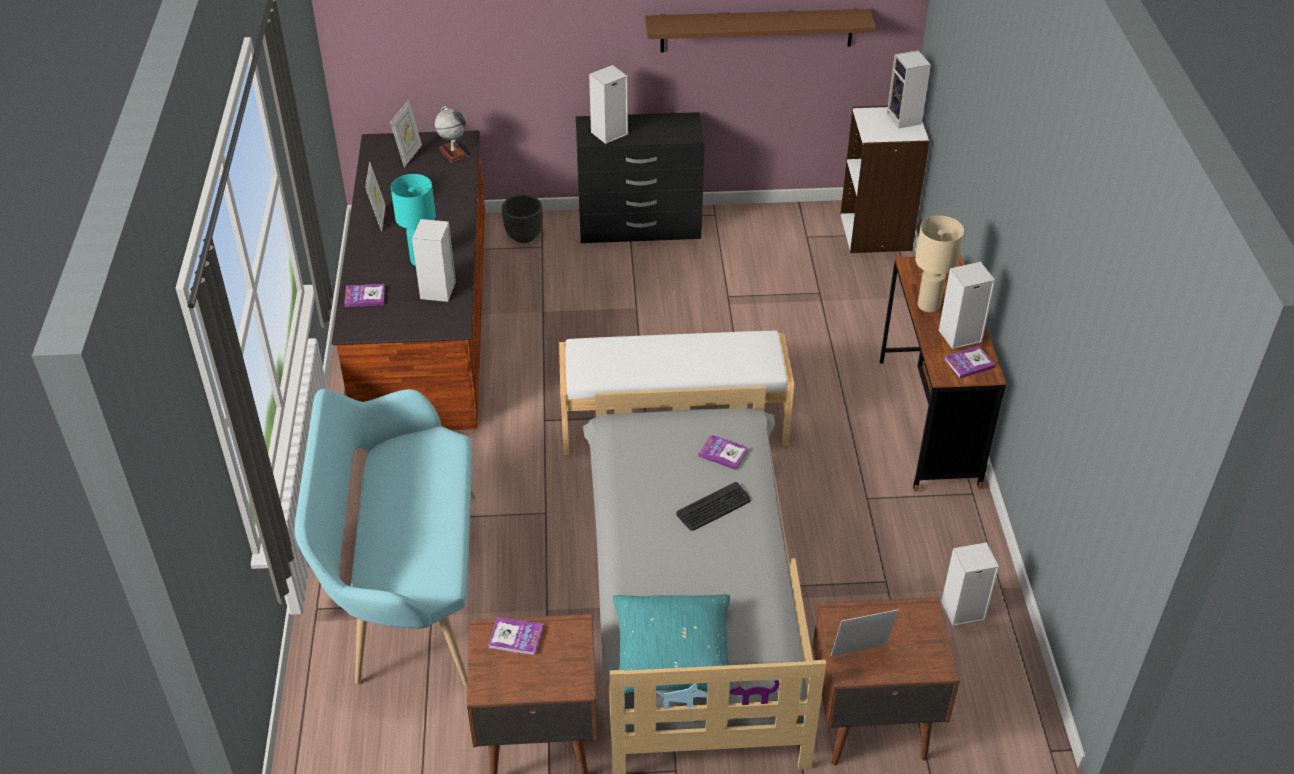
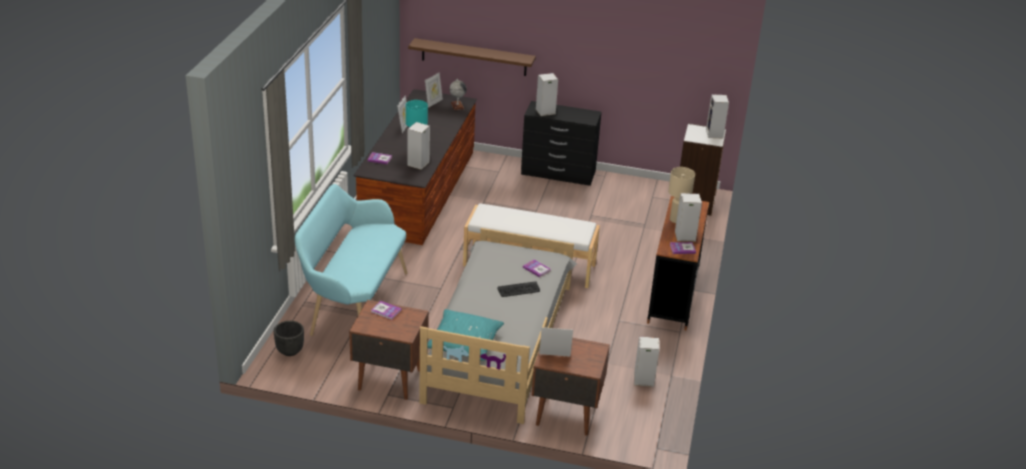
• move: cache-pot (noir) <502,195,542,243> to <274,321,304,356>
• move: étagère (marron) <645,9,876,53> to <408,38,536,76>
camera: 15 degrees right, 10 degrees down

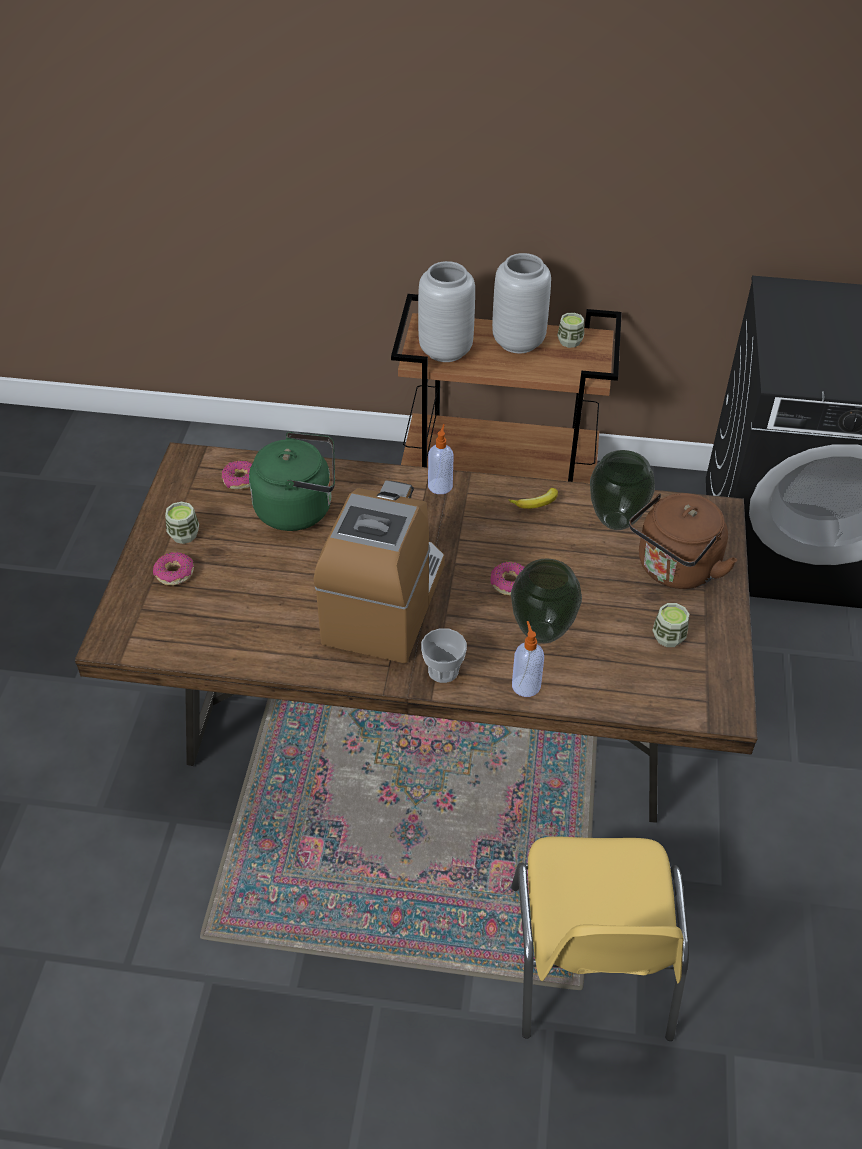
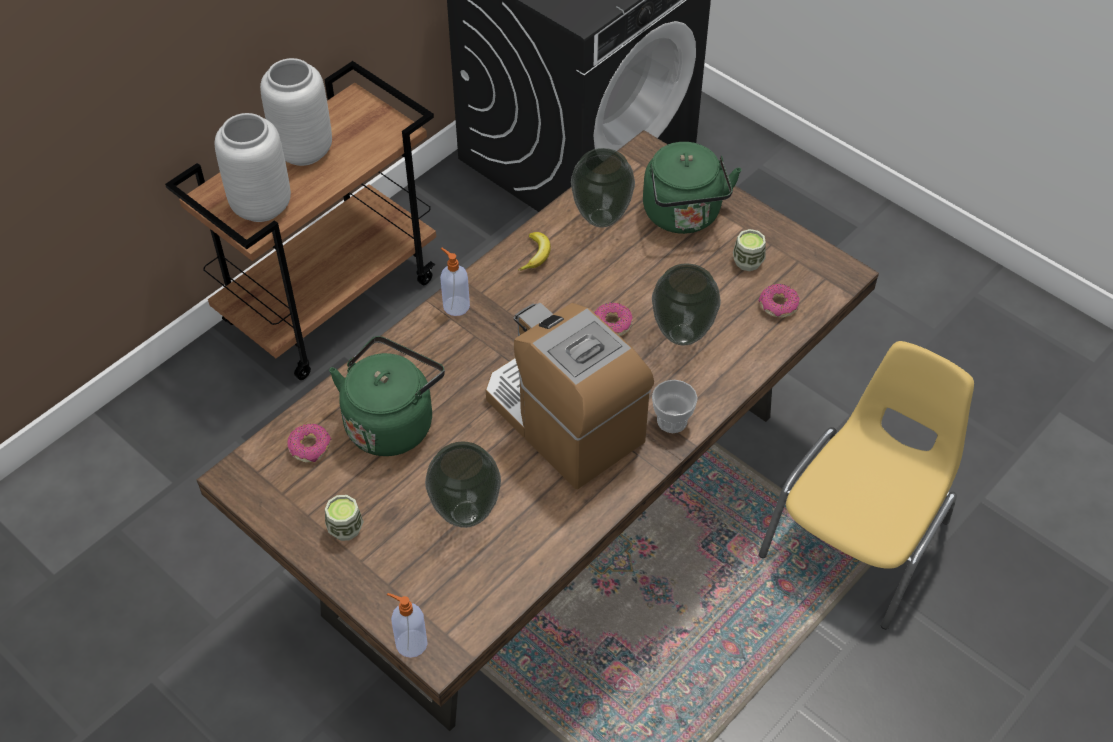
• move: beignet <153,552,194,586> to <759,284,799,318>
• rotate: chaise (jaune) <511,837,689,1041> = <759,341,974,629> 90 degrees counterclockwise
• move: distributeur de savon <512,621,544,697> to <387,593,428,658>
• delete: tasse <557,313,584,348>
• recolor: bouilloire (marron) <629,493,737,589> to bouilloire (vert) <643,142,741,234>
• insert: vase <425,441,501,528>
camera: 55 degrees left, 5 degrees up

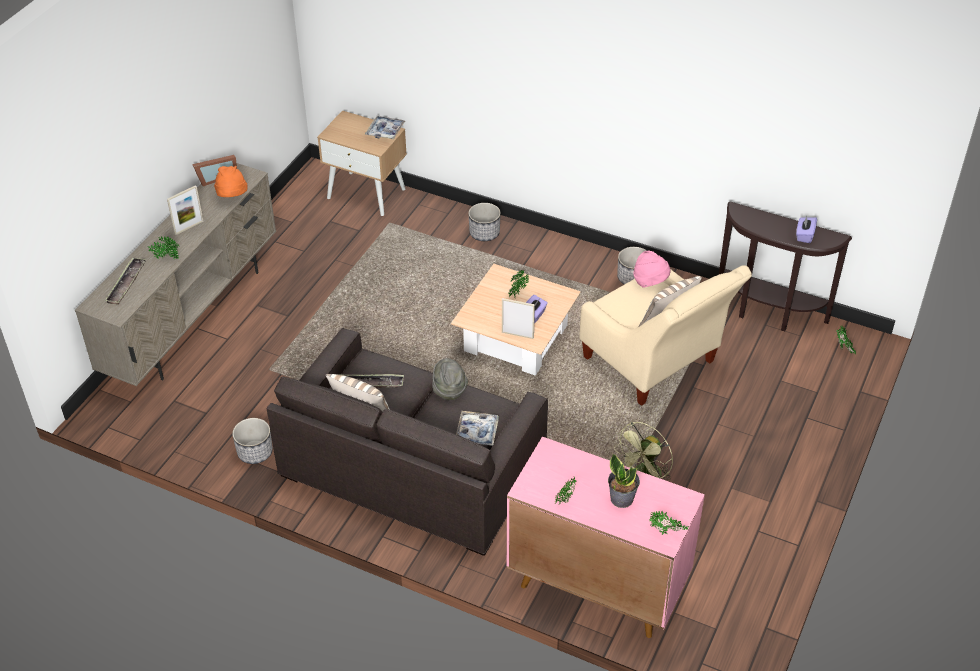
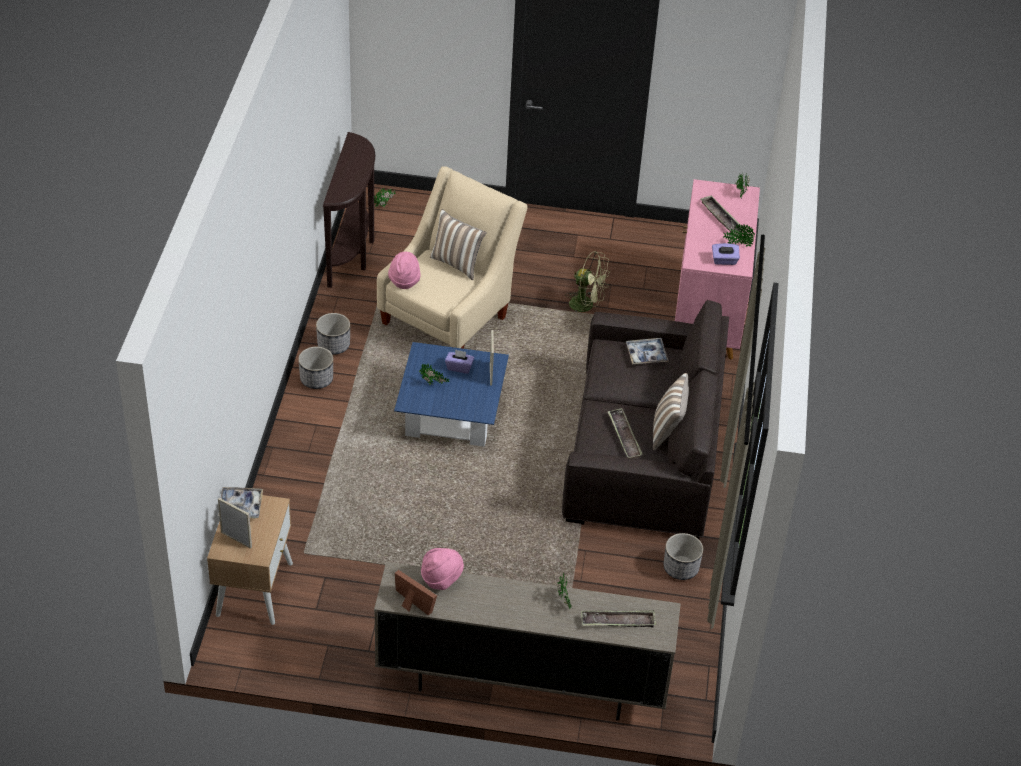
• move: cadre photo <167,185,204,235> to <218,498,252,549>
• recolor: chapeau (orange) <214,166,247,197> to chapeau (rose) <421,548,464,590>
• delete: chapeau (gris) <432,358,468,400>
• recolor: table basse (beige) <451,264,581,376> to table basse (bleu) <394,342,509,447>
• move: cache-pot <468,203,501,241> to <298,346,333,389>
• replace: plante en pot <608,454,640,508> to plateau <700,195,742,233>
• move: boîte à mouchoirs (violet) <796,215,817,243> to <712,243,740,265>
camera: 110 degrees left, 0 degrees up

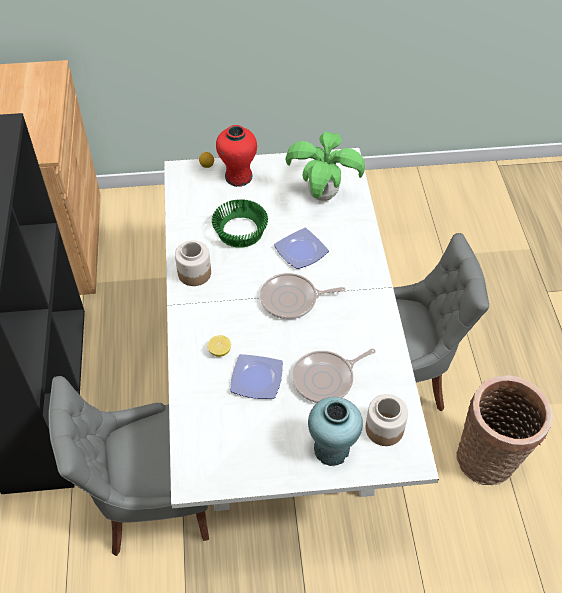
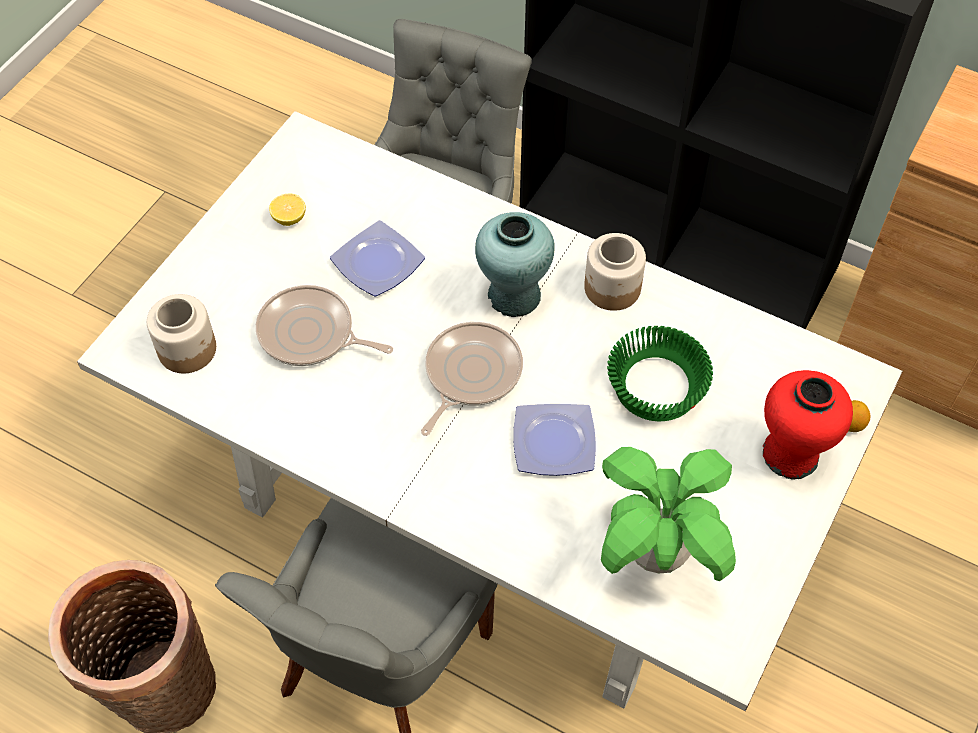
• move: citron <207,335,231,357> to <269,193,306,226>
• rotate: poêle <292,349,376,403> = <256,285,393,366> 75 degrees counterclockwise
• move: vase (turquoise) <308,397,363,466> to <475,212,555,317>
camera: 125 degrees right, 5 degrees up

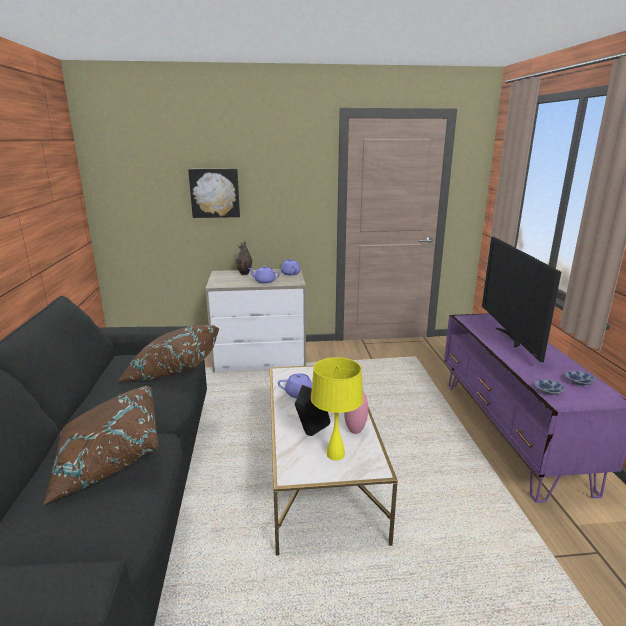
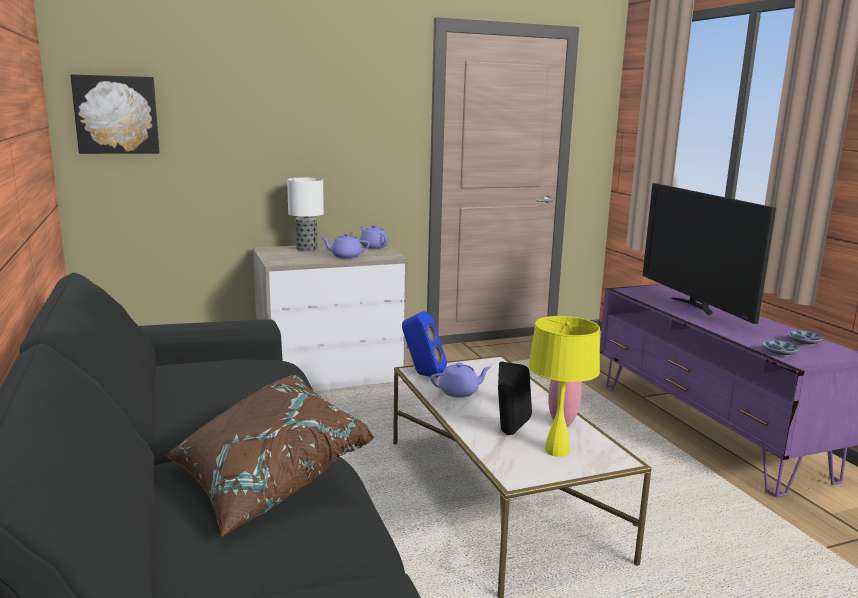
• delete: coussin (marron) <118,325,219,381>
• move: tableau <188,169,240,218> to <70,74,160,154>
• replace: vase <236,240,252,275> to lampe de table <287,178,324,252>
• insert: enceinte (bleu) <402,311,447,378>
camera: 15 degrees left, 5 degrees down

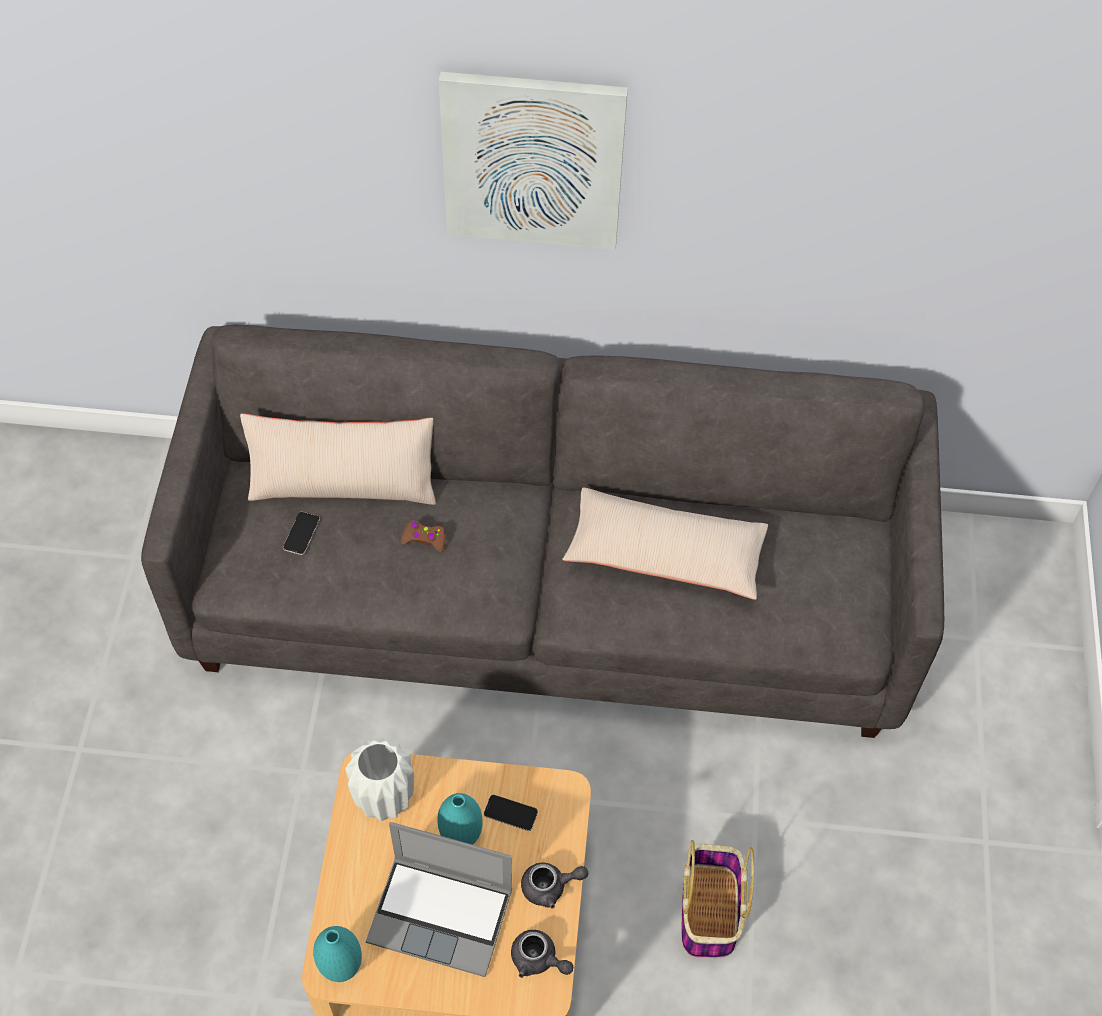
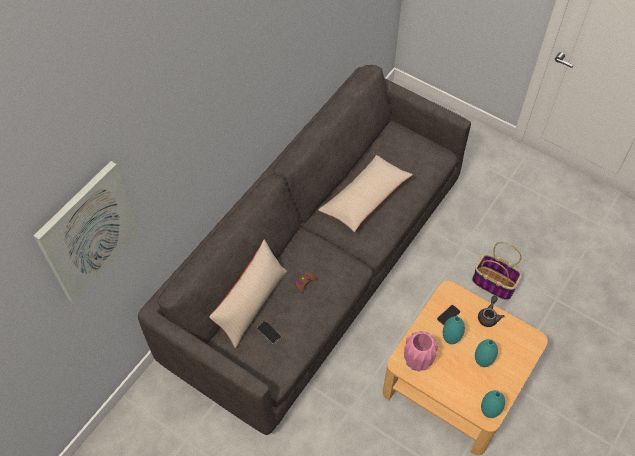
• recolor: vase (blanc) <345,738,414,821> to vase (rose) <404,331,438,372>
• replace: ordinateur portable <366,822,512,977> to vase (turquoise) <475,339,498,367>
• move: tableau <439,71,628,250> to <33,161,140,303>
• delete: théière (gris) <511,930,573,978>
camera: 60 degrees left, 0 degrees up

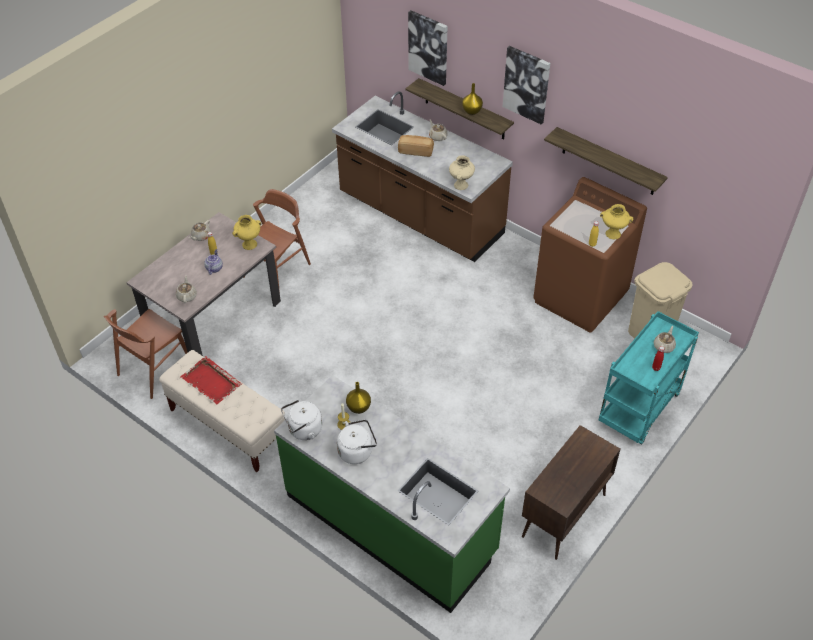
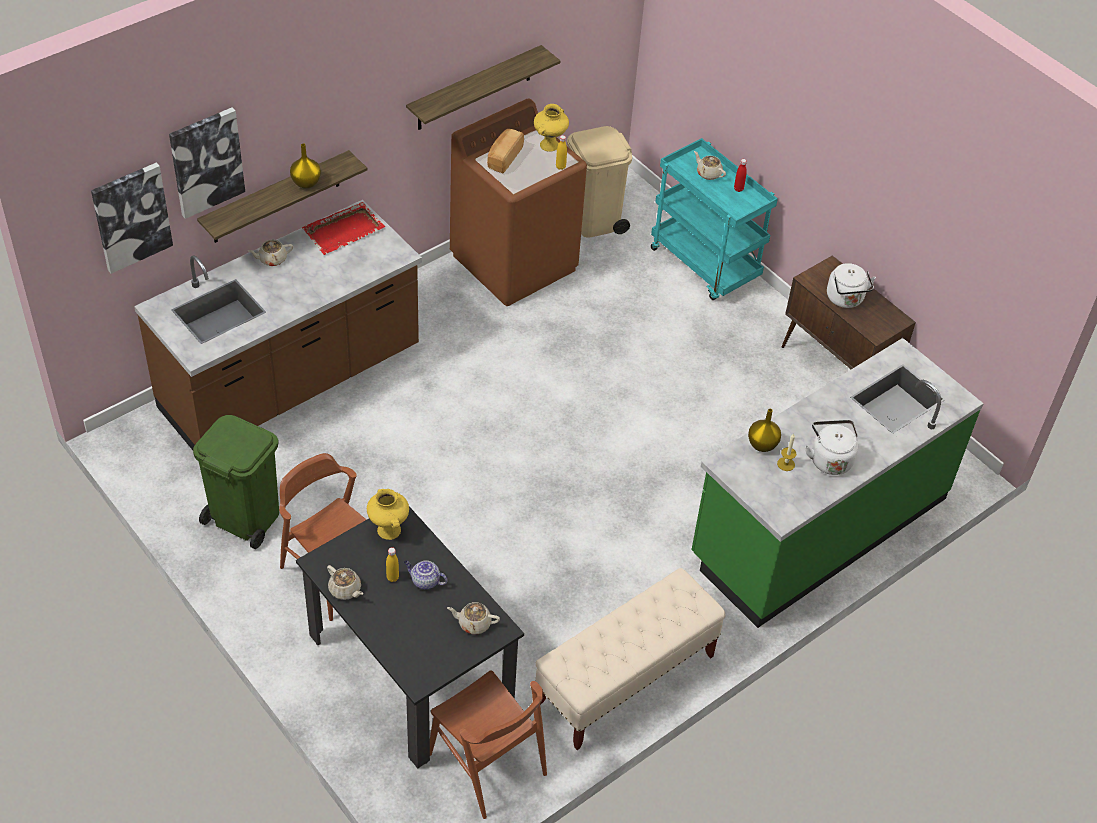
• recolor: table à manger (beige) <127,212,281,356> to table à manger (noir) <296,506,524,769>
• move: plateau (rouge) <180,356,242,404> to <302,202,385,255>
• move: bouilloire (blanc) <281,400,322,440> to <827,263,876,308>
• move: pain <398,135,434,157> to <487,129,524,173>
• delete: vase (beige) <449,155,475,190>
• move: tableau <503,46,550,124> to <91,163,173,274>
• insert: poubelle (vert) <193,415,279,549>
camera: 80 degrees left, 0 degrees up

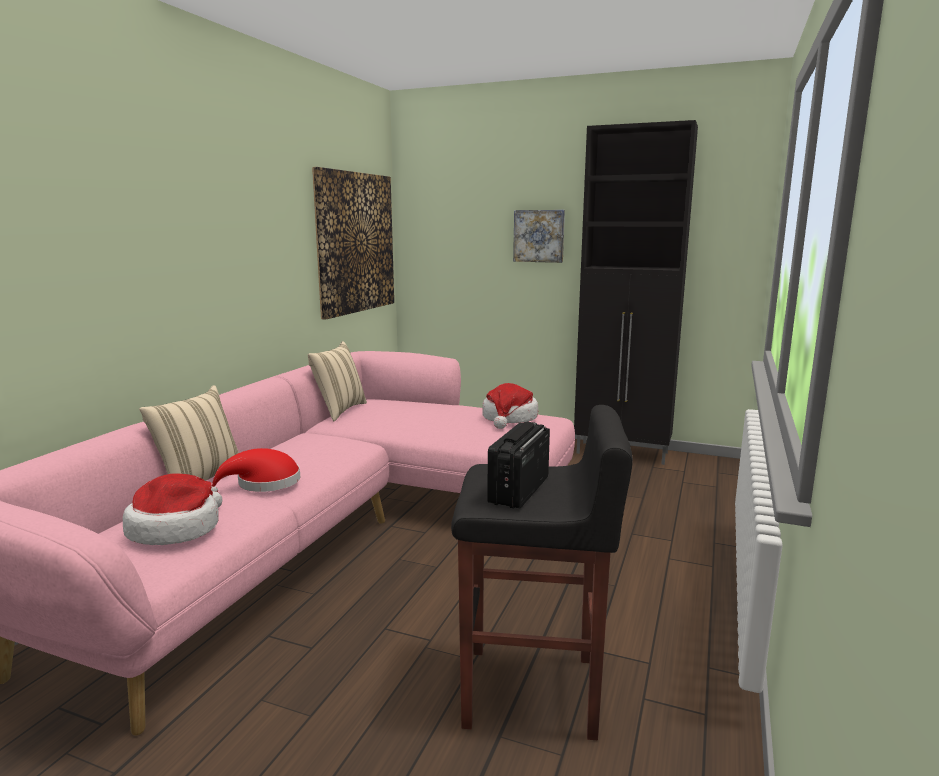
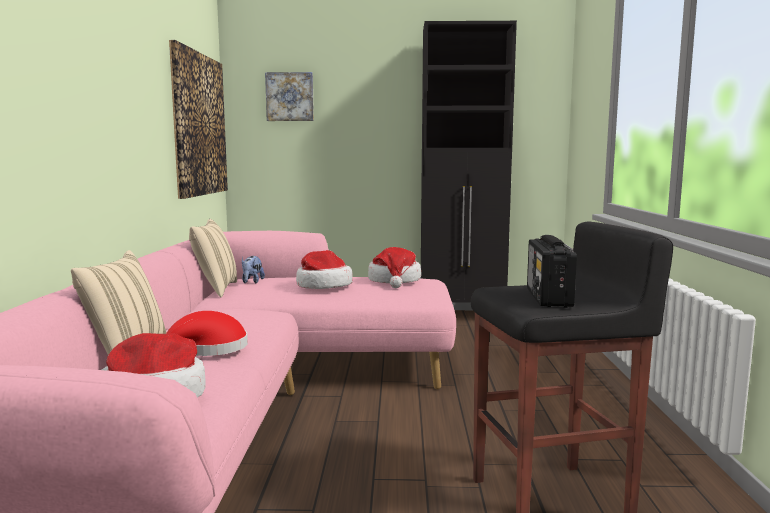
• move: tableau <513,210,565,263> to <265,72,314,121>
• insert: peluche <242,256,265,283>
• insert: chapeau <296,250,353,289>
camera: 20 degrees left, 5 degrees down

